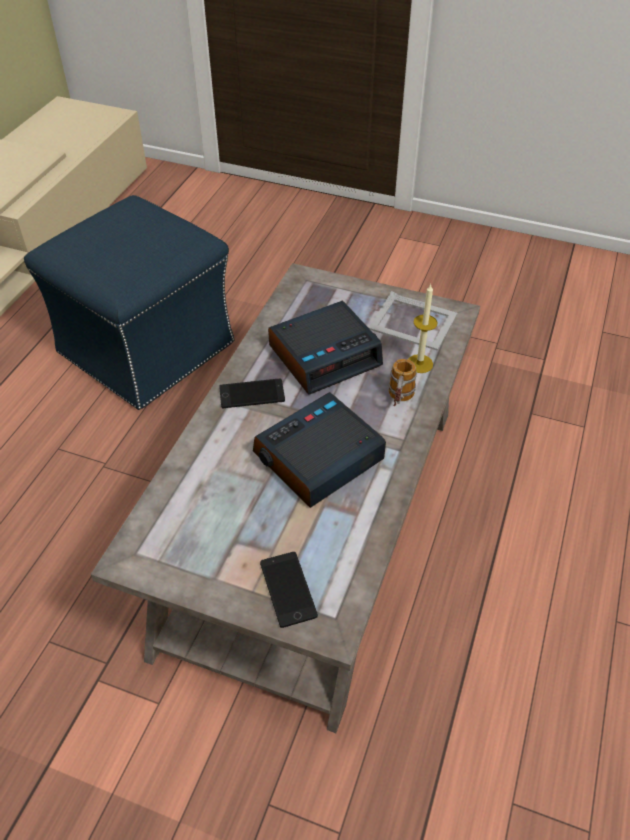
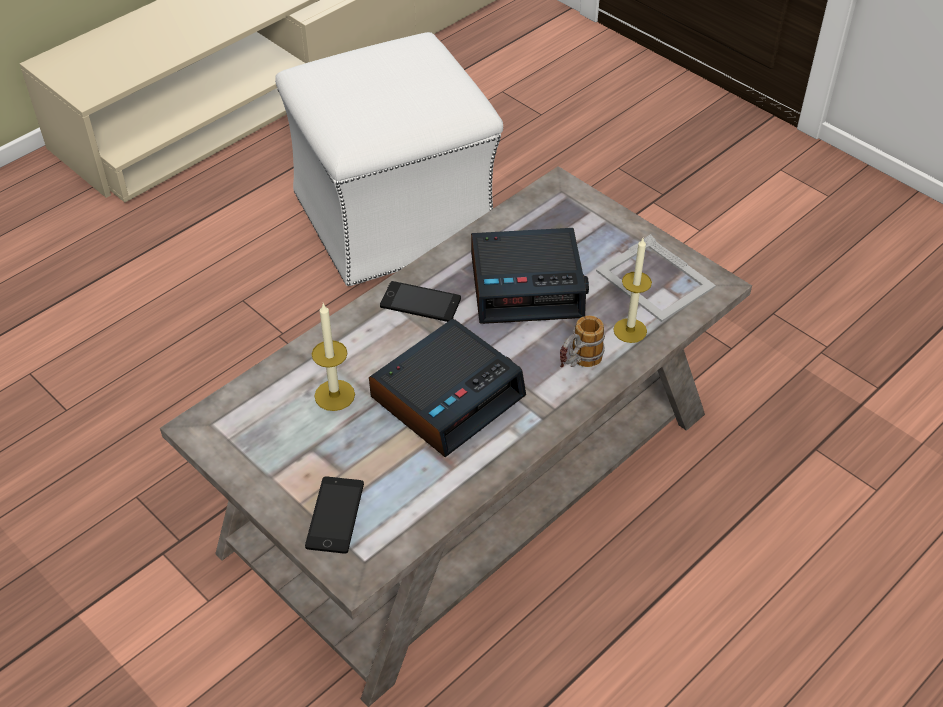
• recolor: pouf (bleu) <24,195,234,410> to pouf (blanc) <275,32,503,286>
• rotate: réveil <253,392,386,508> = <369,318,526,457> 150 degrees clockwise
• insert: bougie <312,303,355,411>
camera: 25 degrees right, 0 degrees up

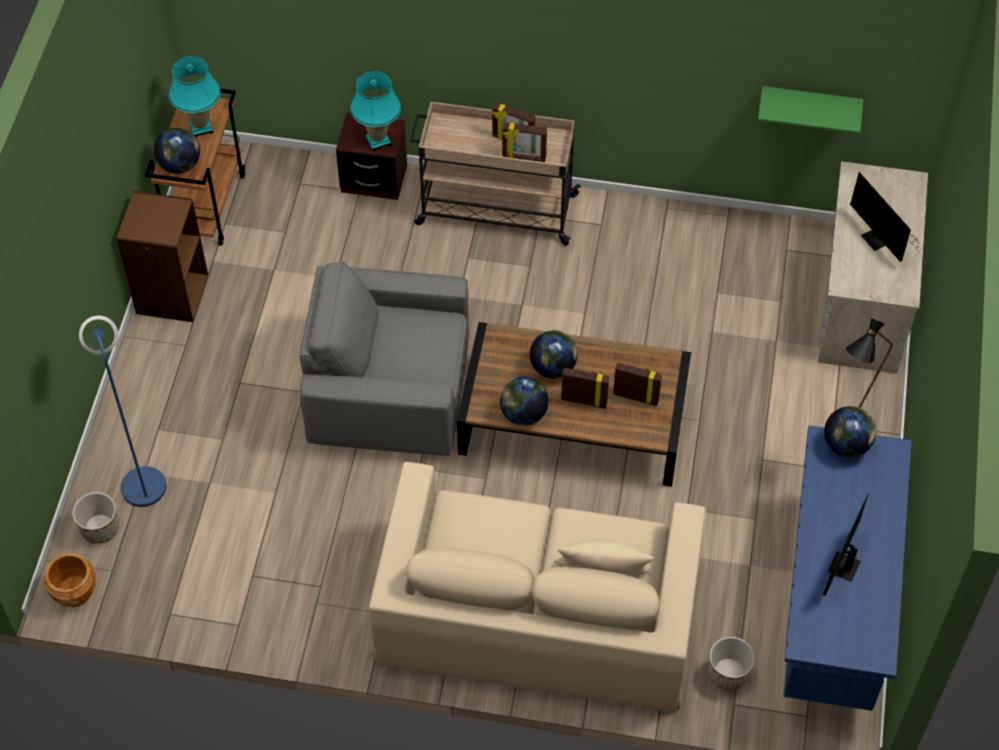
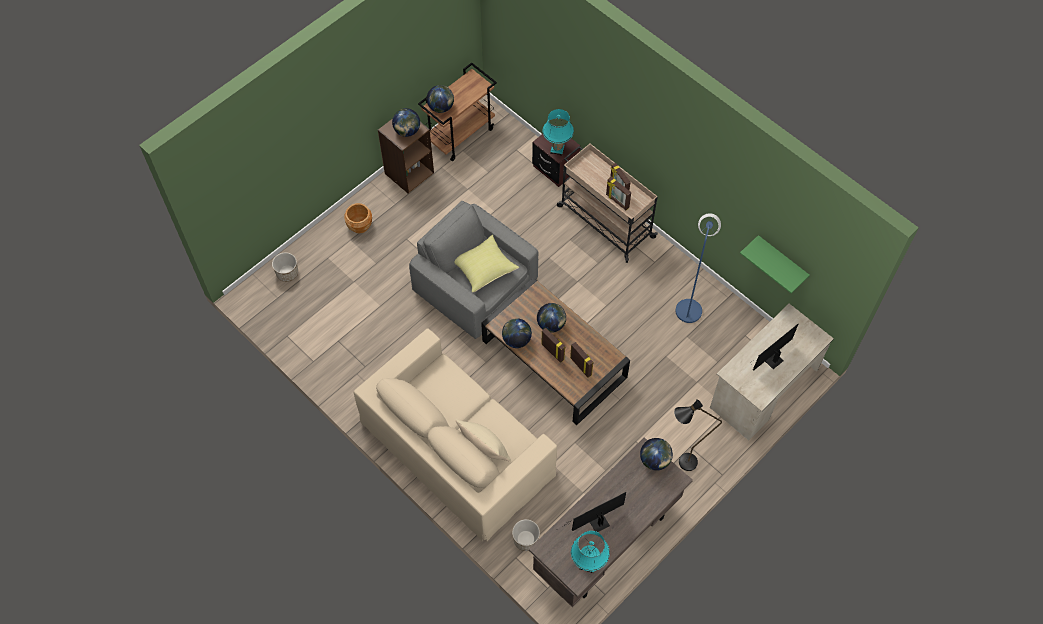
• move: cache-pot (marron) <44,553,96,607> to <344,203,372,233>
• move: lampadaire (bleu) <79,316,166,507> to <675,213,721,323>
• move: lampe de table (turquoise) <169,56,221,137> to <571,531,610,574>
• recolor: bureau (bleu) <783,425,912,711> to bureau (marron) <529,437,693,607>
• rotate: écran d'ordinateur <850,172,926,262> = <751,324,798,370> 45 degrees clockwise
• insert: globe <392,108,420,137>
• insert: coussin (jaune) <455,235,519,293>
camera: 35 degrees right, 5 degrees up

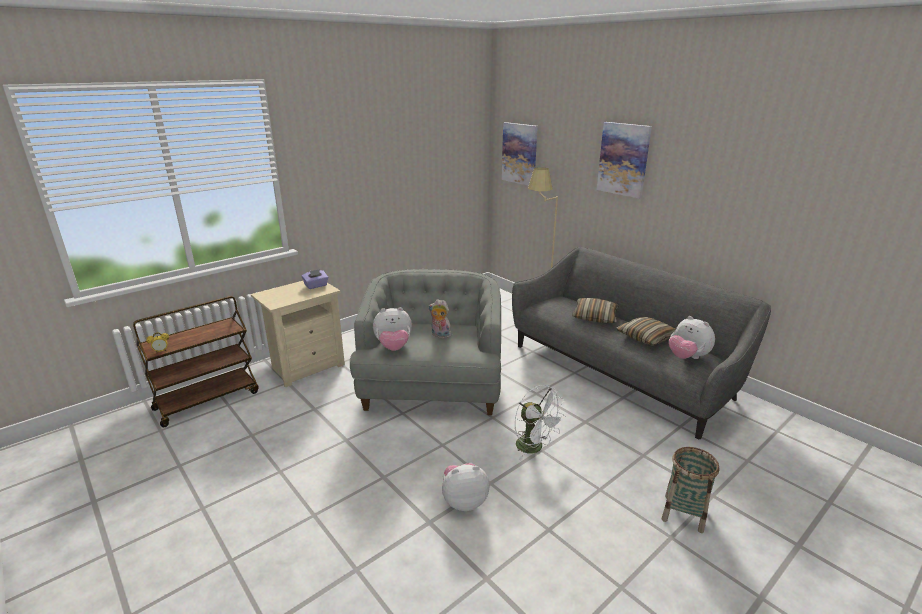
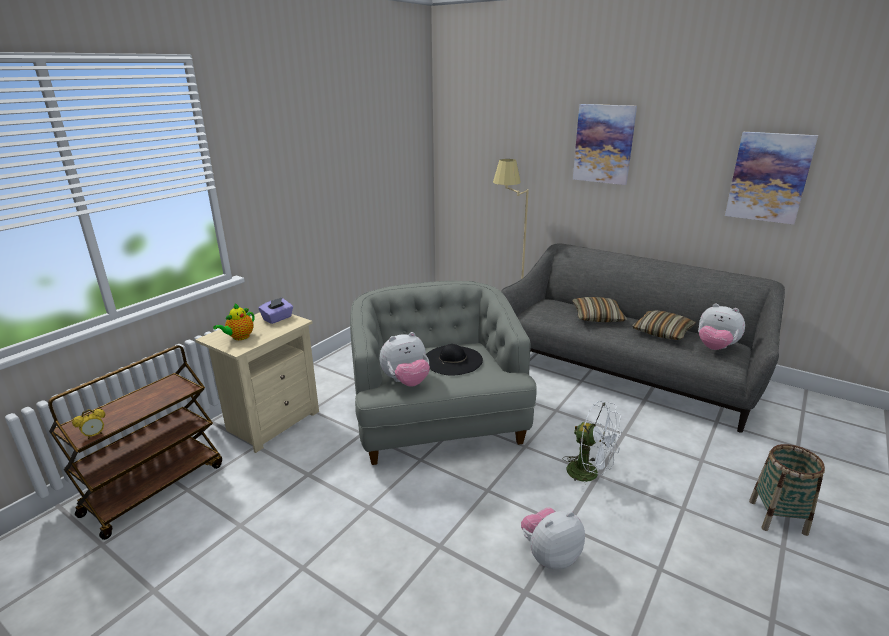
• replace: peluche <428,299,451,339> to chapeau (noir) <426,344,483,376>
• move: tableau <501,122,538,186> to <725,132,818,225>
• insert: théière <213,303,255,340>
camera: 15 degrees left, 0 degrees up

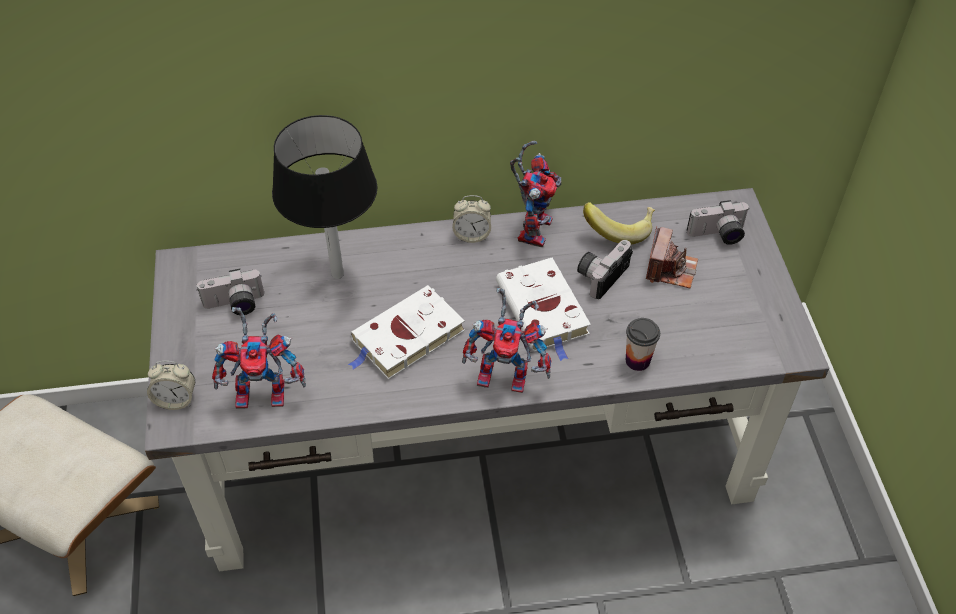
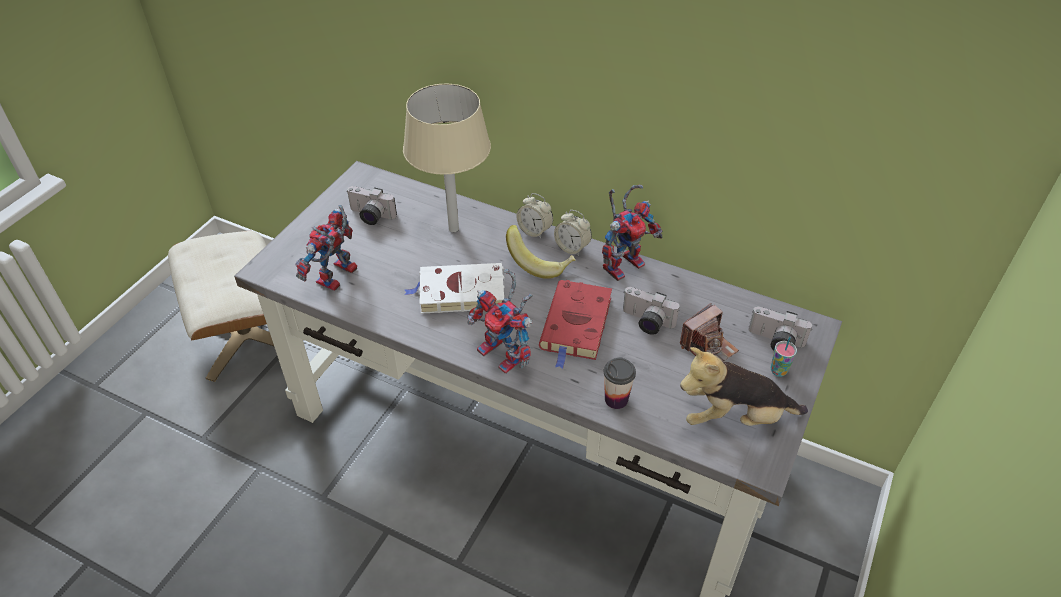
• move: réveil <147,361,195,410> to <517,193,553,238>
• rotate: robot jouet <212,307,306,409> = <295,205,357,291> 90 degrees clockwise
• recolor: lampe de table (noir) <272,115,377,279> to lampe de table (beige) <403,84,491,232>
• recolor: livre (blanc) <496,258,591,361> to livre (rouge) <539,280,612,369>
• rotate: appareil photo <577,240,633,299> = <623,287,680,335> 135 degrees counterclockwise
• move: banane <583,202,655,244> to <506,225,576,279>
• insert: peluche <680,347,808,426>
• insert: tasse <771,337,797,377>
camera: 35 degrees right, 5 degrees down

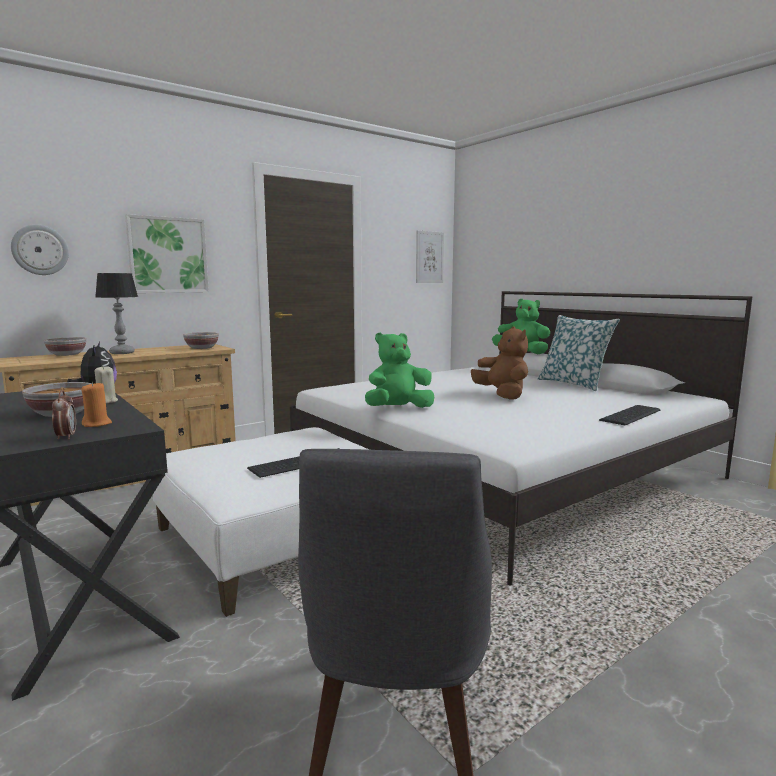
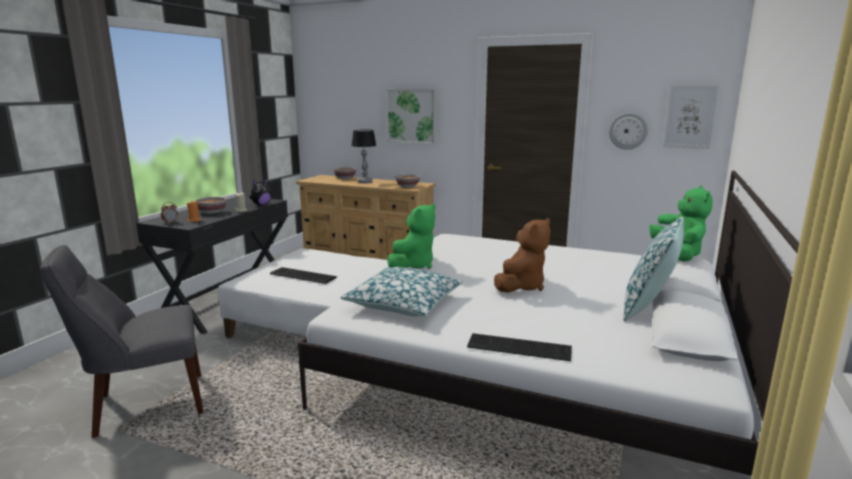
• move: horloge murale <11,224,69,275> to <609,113,648,150>
• rotate: peluche (vert) <365,333,434,408> = <387,204,436,269> 90 degrees clockwise
• insert: coussin <341,267,463,317>
camera: 60 degrees right, 5 degrees up

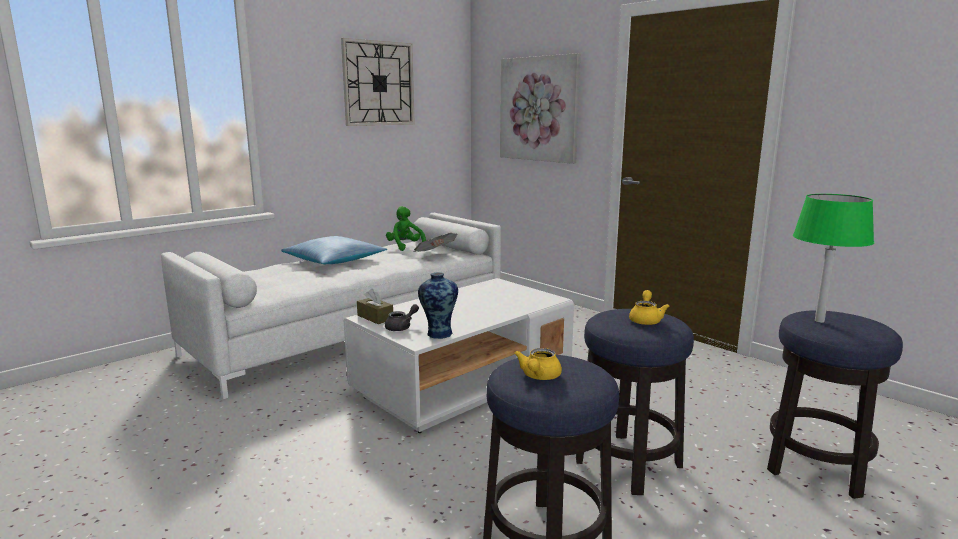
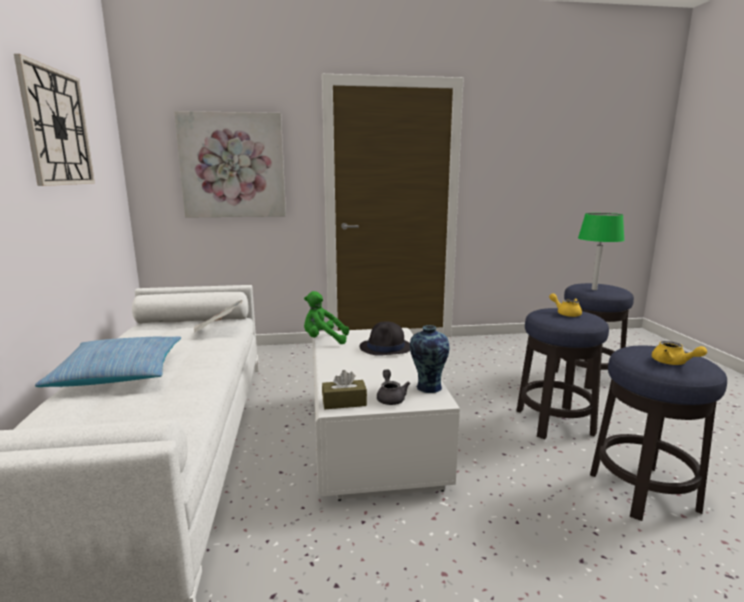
• move: peluche (vert) <386,206,426,251> to <304,291,349,344>
• insert: chapeau (noir) <359,321,410,356>
camera: 55 degrees left, 0 degrees up

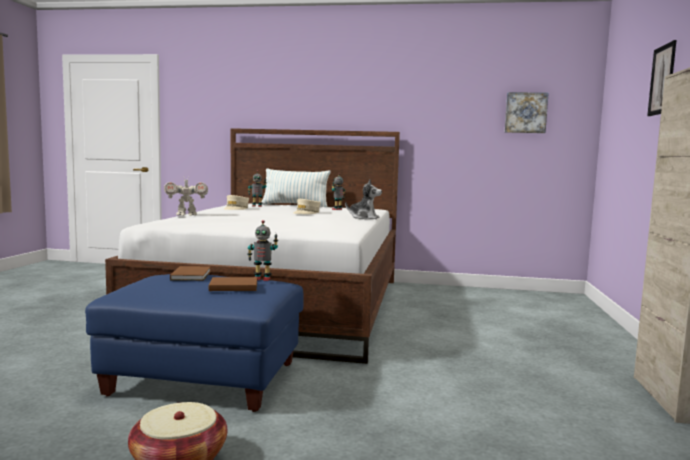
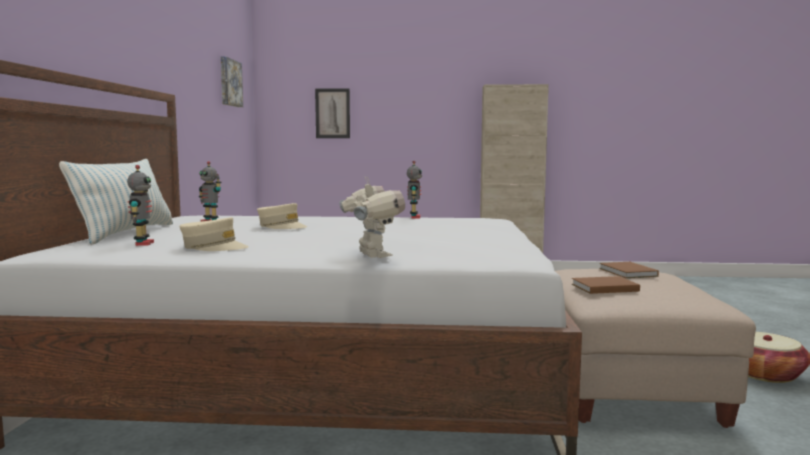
• recolor: pouf (bleu) <85,274,304,412> to pouf (beige) <555,269,756,428>
• move: robot jouet <247,220,278,281> to <407,161,422,219>
• delete: peluche <345,179,382,219>
• move: tableau <647,40,676,116> to <315,88,350,138>
camera: 95 degrees left, 0 degrees up

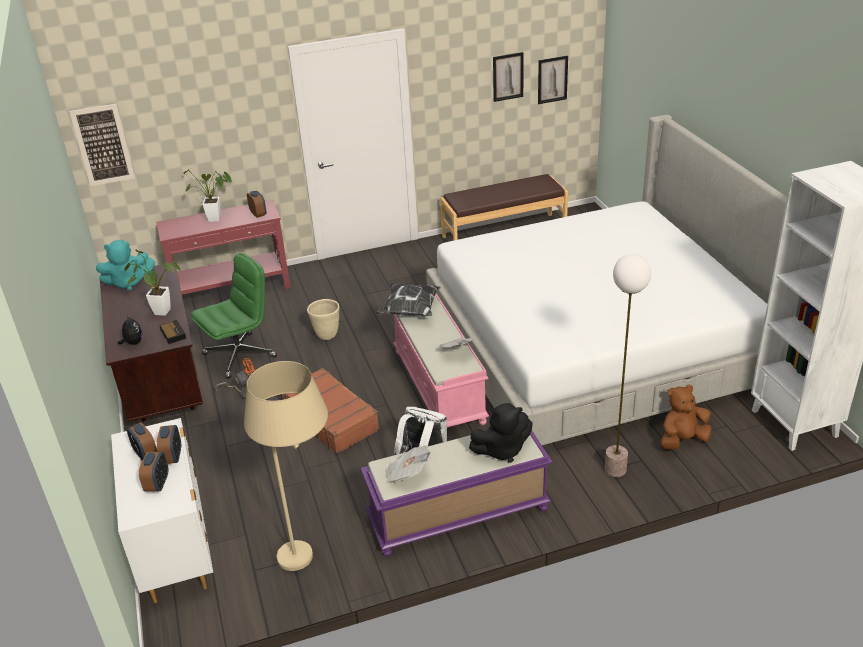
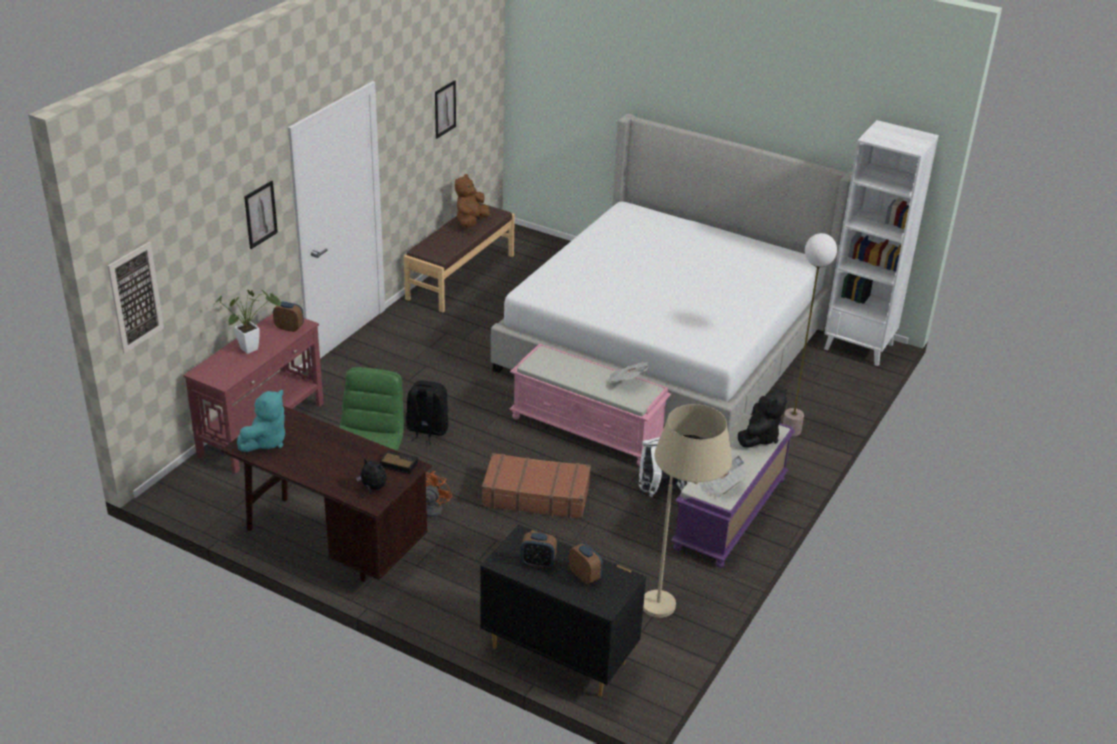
• recolor: commode (blanc) <111,418,213,603> to commode (noir) <480,524,646,697>
• delete: plante en pot <124,249,181,316>
• delete: réveil <157,425,181,464>
• replace: cache-pot (beige) <307,299,339,340> to sac à dos (noir) <406,380,448,444>
• delete: coussin <375,283,441,316>
• move: tableau <538,56,568,104> to <244,181,278,249>
• move: peluche (marron) <661,384,711,449> to <455,174,490,228>
camera: 45 degrees left, 0 degrees up

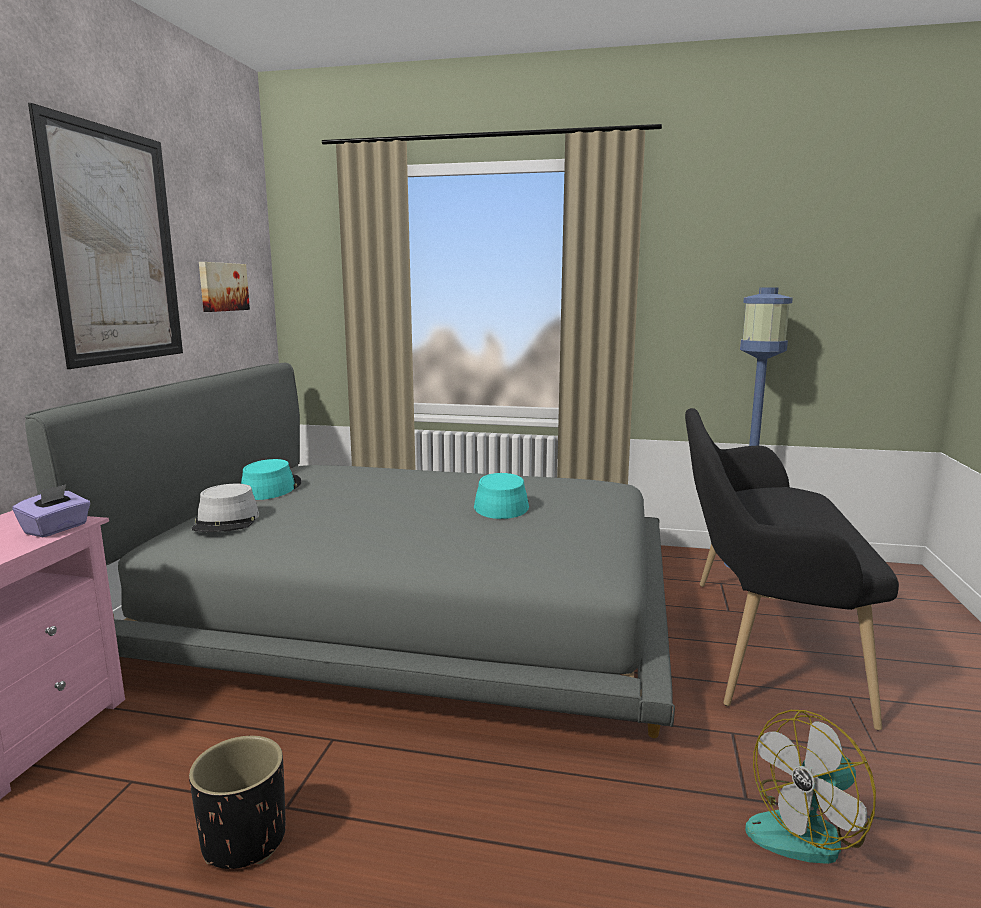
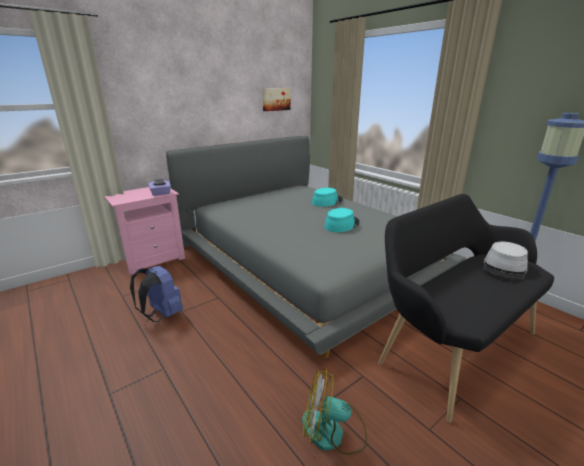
• delete: tableau <28,103,183,369>
• replace: cache-pot (noir) <189,736,286,869> to sac à dos (bleu) <130,266,183,322>
• move: chapeau (gris) <192,484,259,532> to <483,241,528,280>
• move: chapeau (turquoise) <241,459,302,500> to <312,188,343,207>
camera: 40 degrees right, 10 degrees up

